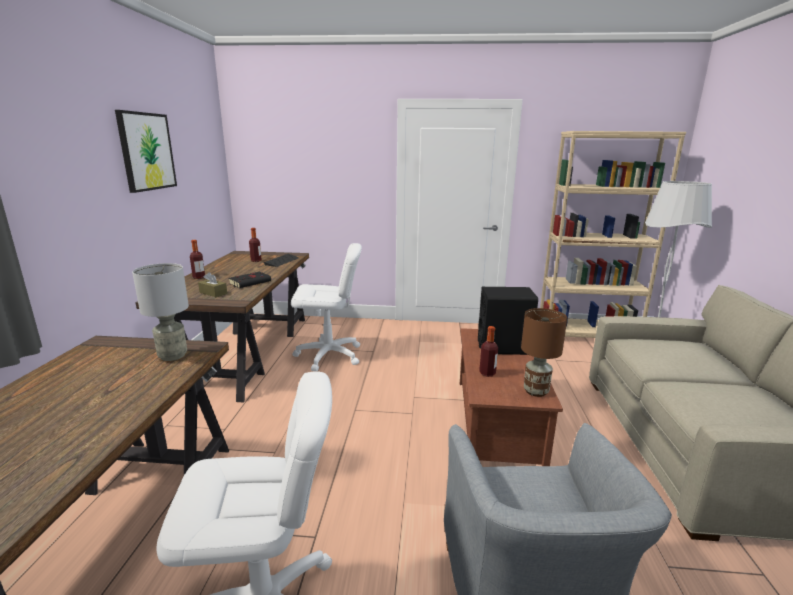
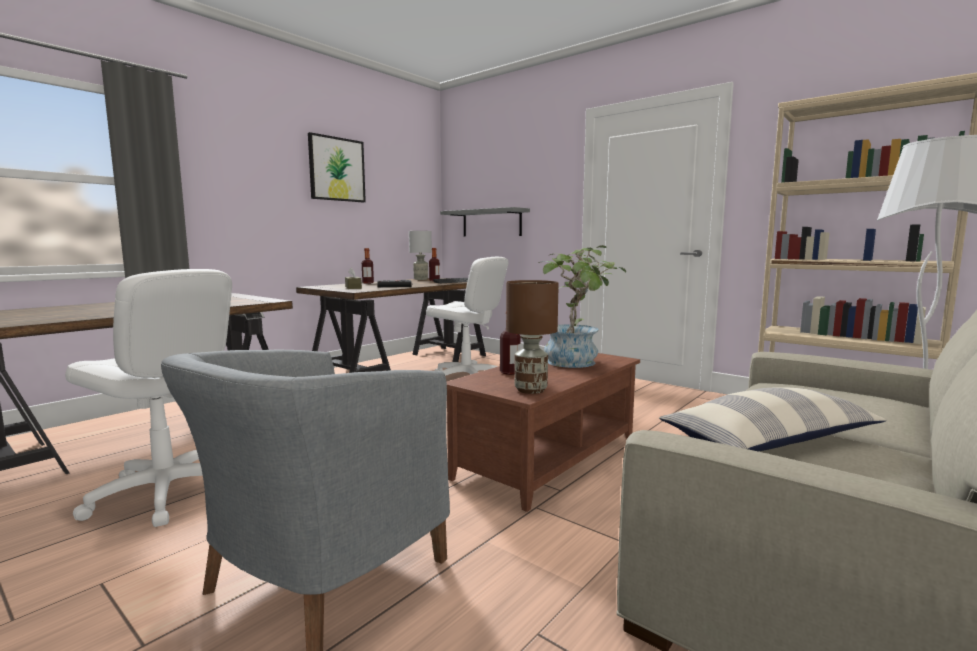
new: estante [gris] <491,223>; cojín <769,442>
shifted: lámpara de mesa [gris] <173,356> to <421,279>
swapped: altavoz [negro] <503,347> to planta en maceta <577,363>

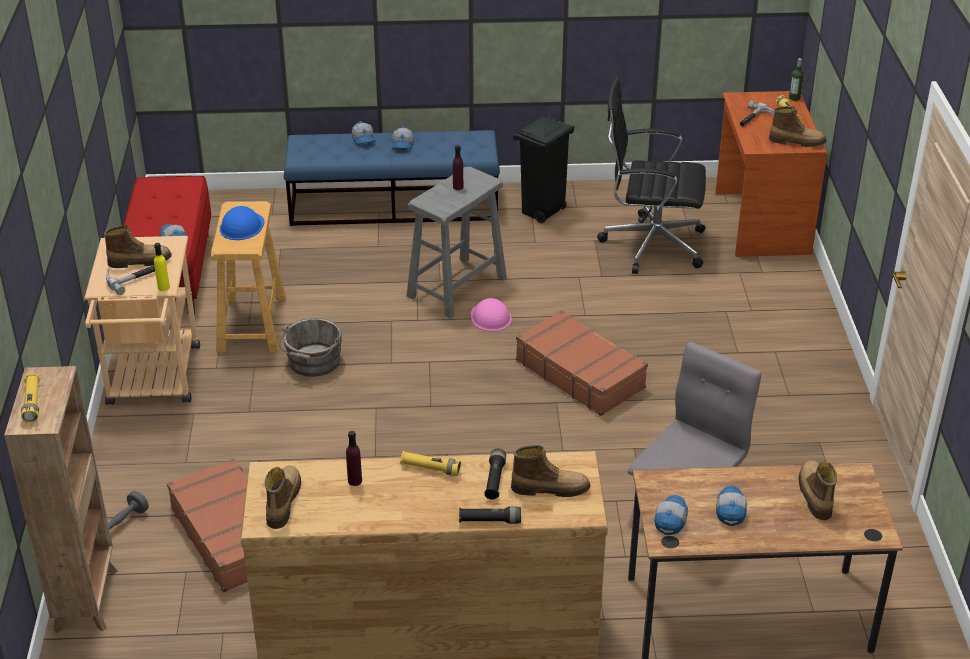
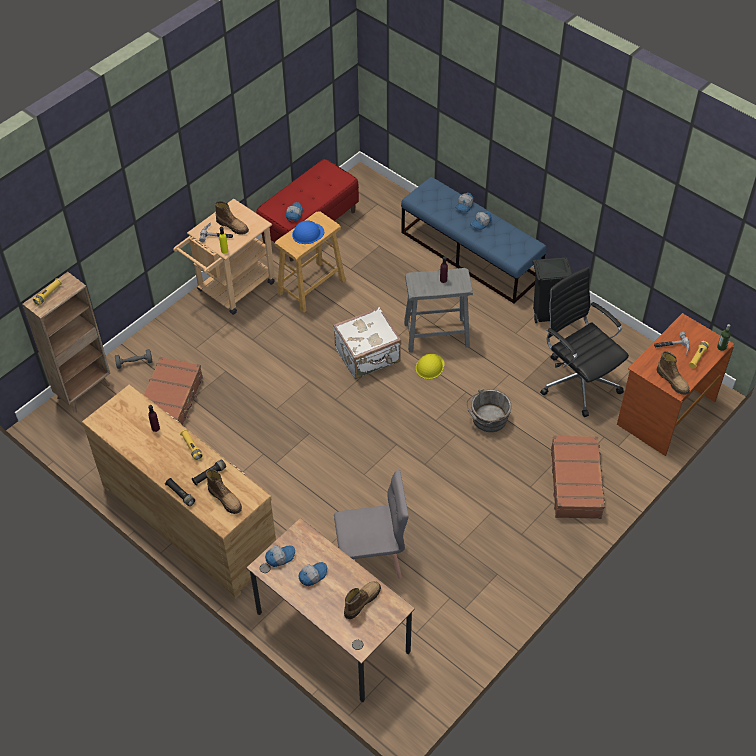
gone: bota <282,502>
new: maleta [blanco] <368,356>
shifted: cubo [gris] <313,363> to <487,419>; maleta [marrón] <580,373> to <576,482>
repainted: casco [rosa] <490,317> to casco [amarillo] <430,366>

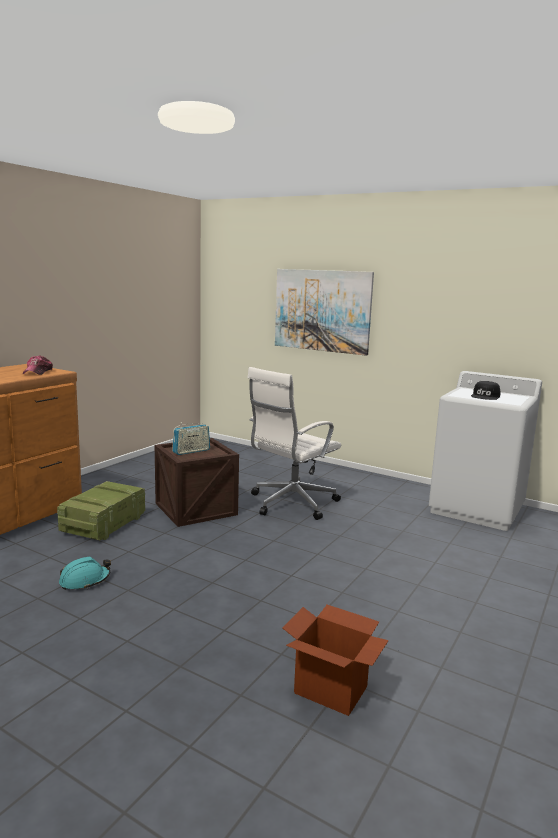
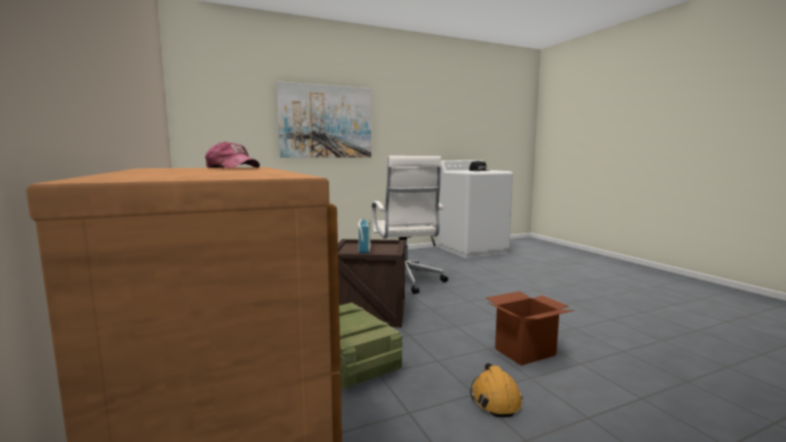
shifted: caja de cartón <331,690> to <525,352>
repainted: casco [turquesa] <84,581> to casco [naranja] <495,399>

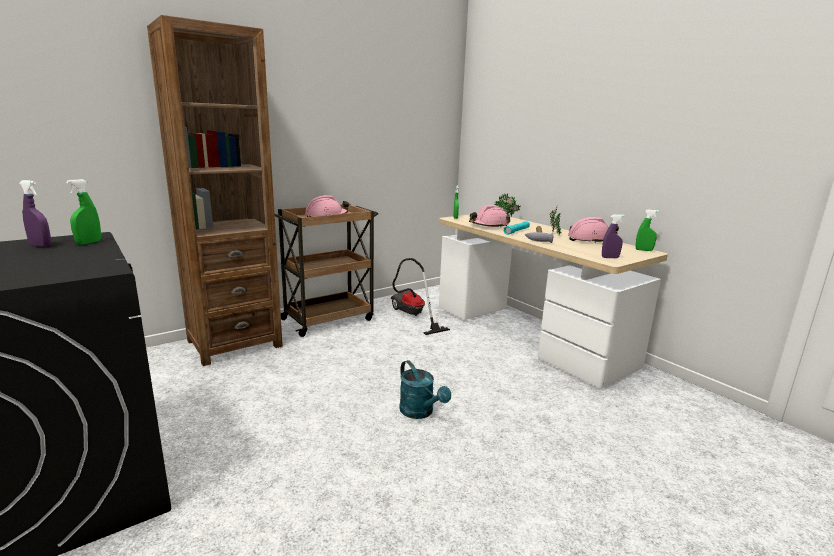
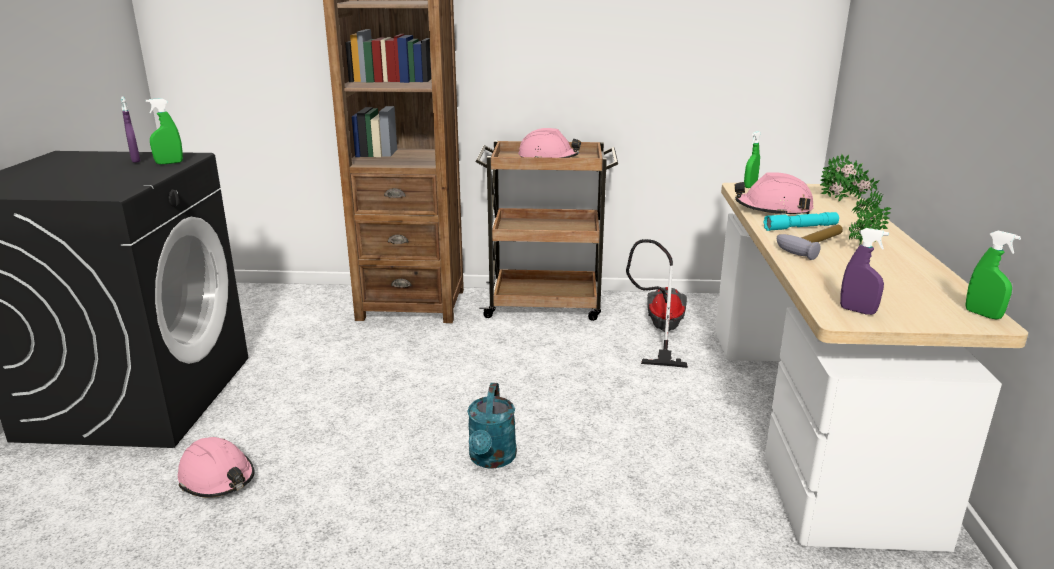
shifted: casco [rosa] <591,240> to <217,479>

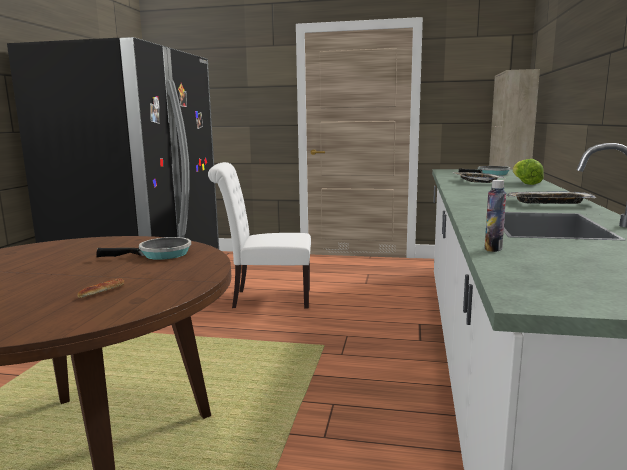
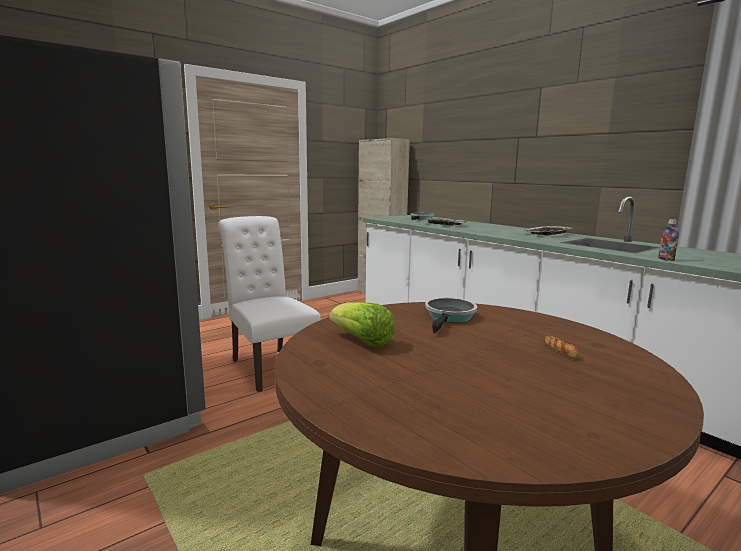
shifted: lechuga <525,183> to <362,342>
rotated: silla [blanco] <266,298> = <269,366> 105 degrees clockwise

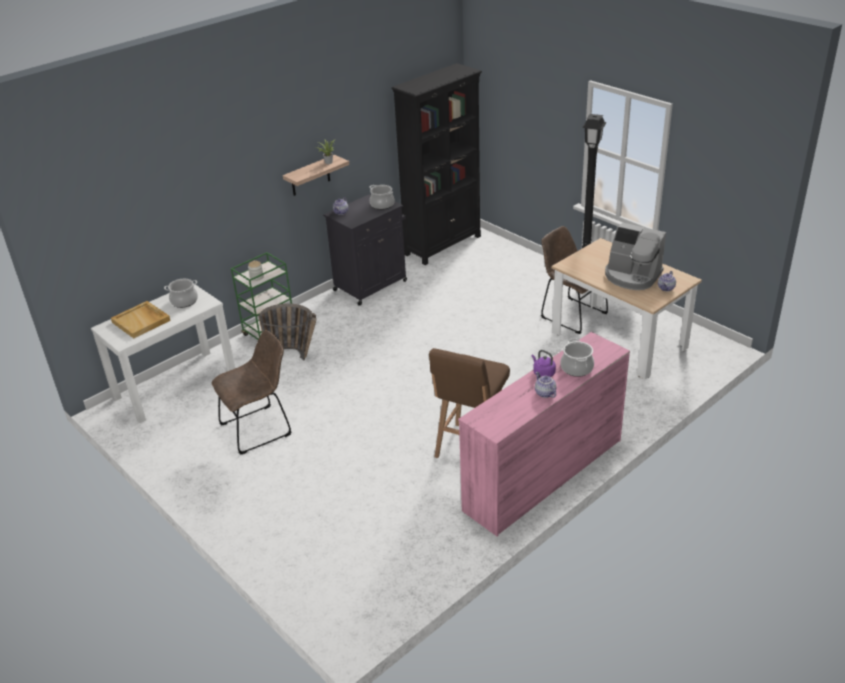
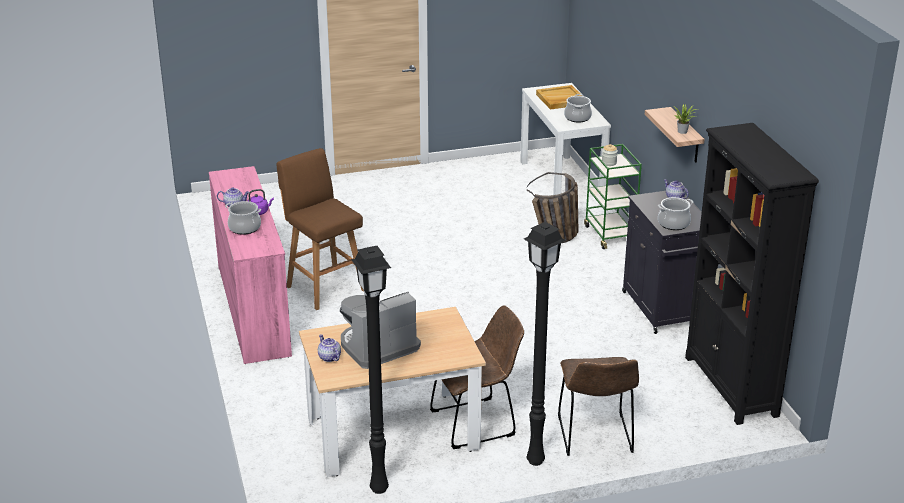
new: lámpara de pie [negro] <377,488>
shifted: silla [marrón] <259,428> to <595,437>

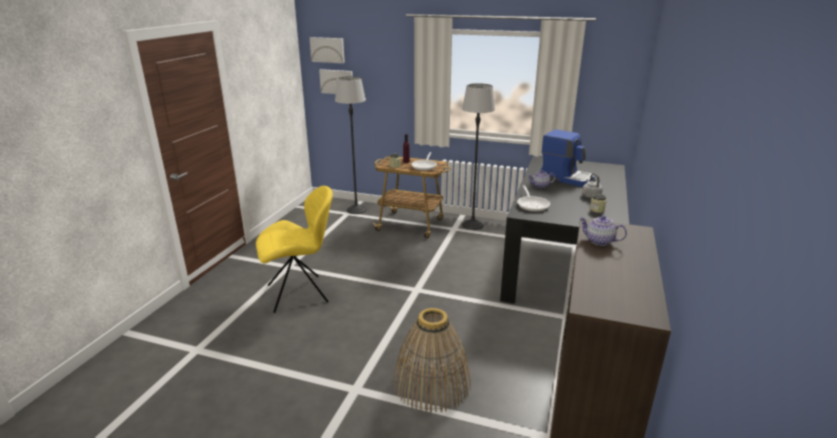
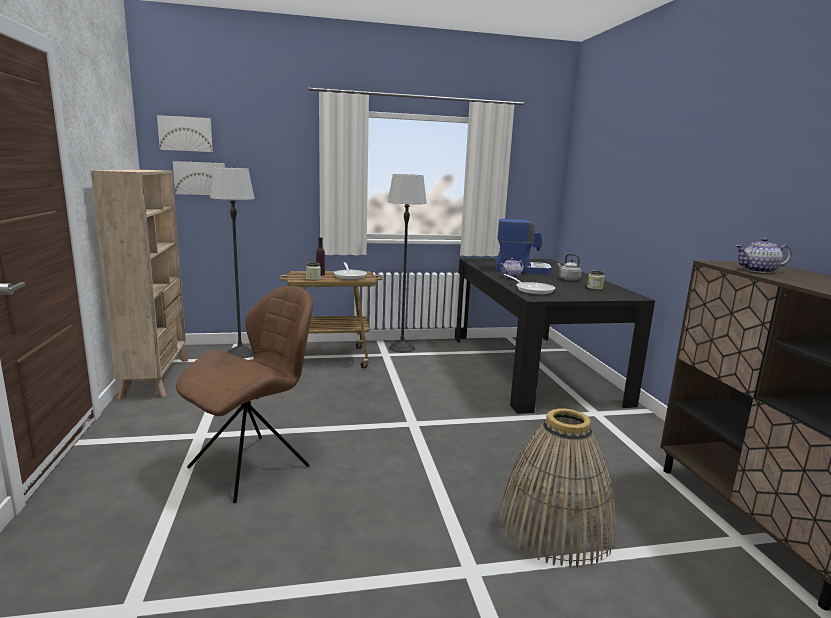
new: estantería [beis] <156,377>
repainted: silla [amarillo] <300,293> to silla [marrón] <253,465>

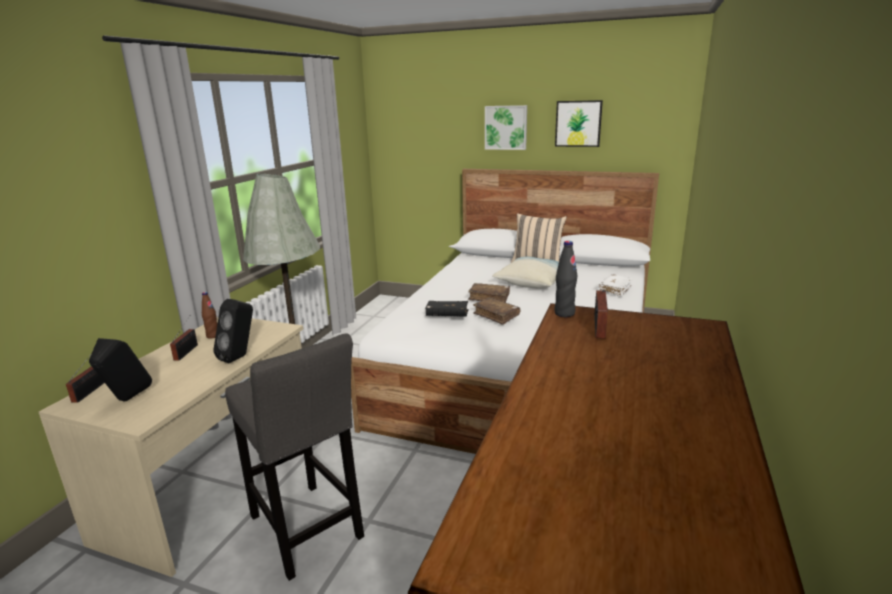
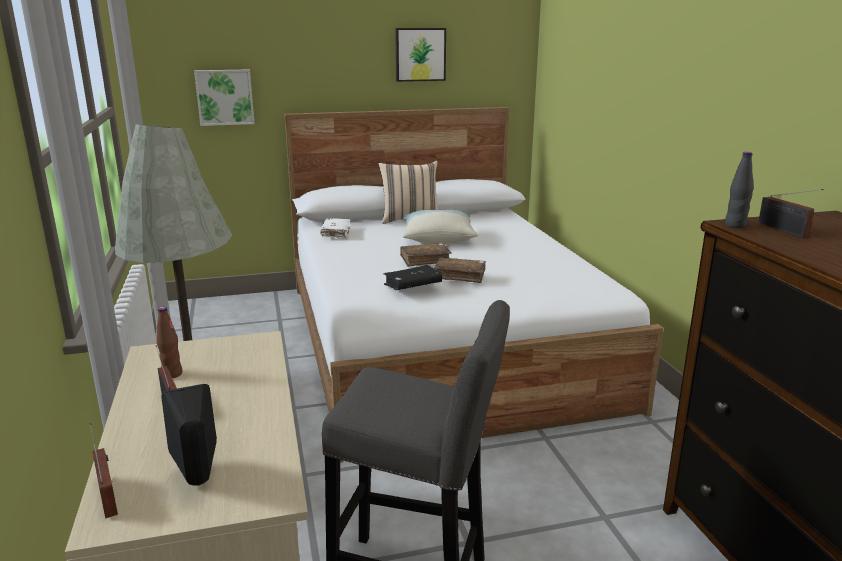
gone: altavoz [negro] <240,357>
shifted: cuadro <506,127> to <225,97>; libro [blanco] <615,289> to <336,234>

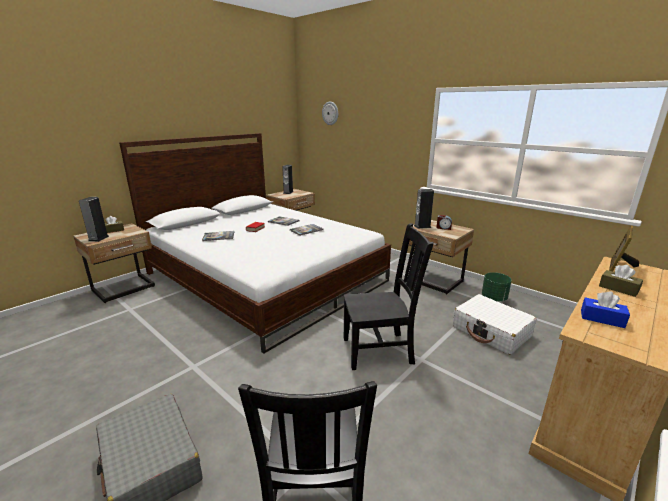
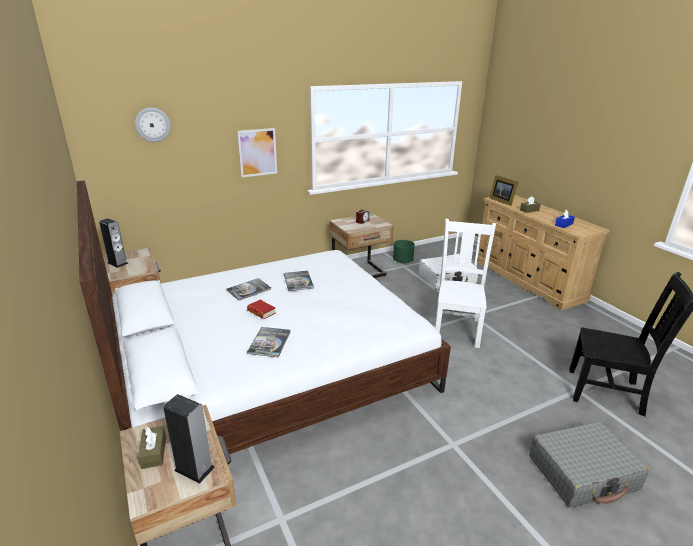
gone: altavoz <422,226>
new: cuadro <257,152>
repainted: silla [negro] <380,350> to silla [blanco] <457,329>

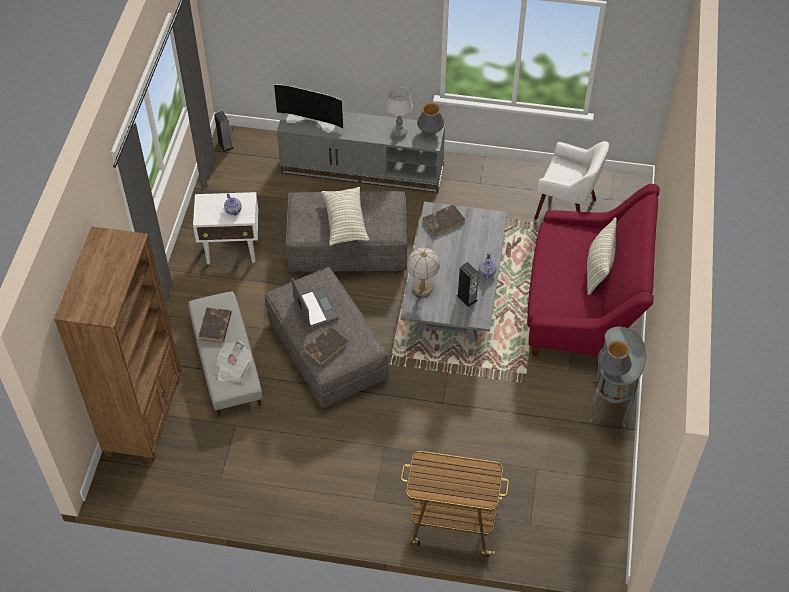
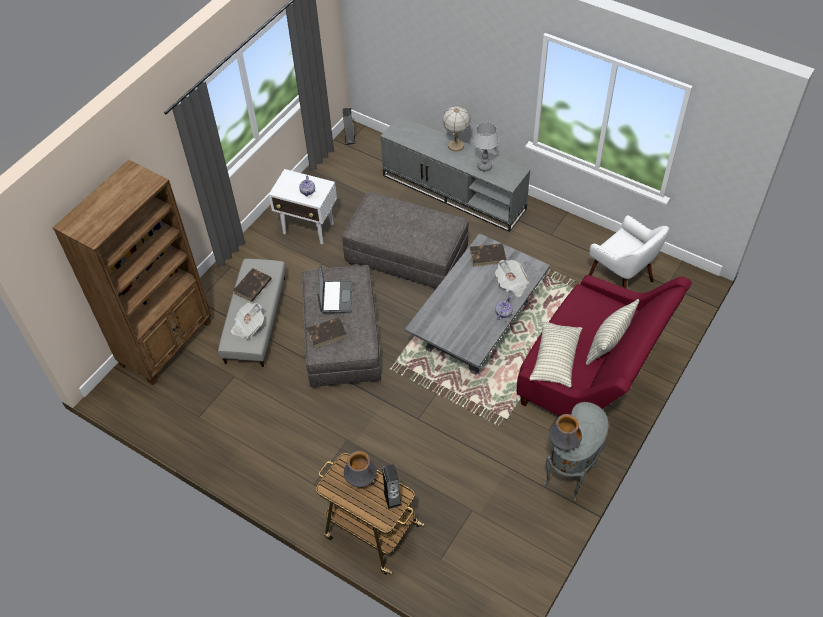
gone: televisor <312,120>
new: periódico <511,284>
shifted: florero <430,132> to <361,479>; altavoz <467,298> to <392,498>; lámpara de mesa <422,288> to <456,145>; cojín <345,222> to <555,359>

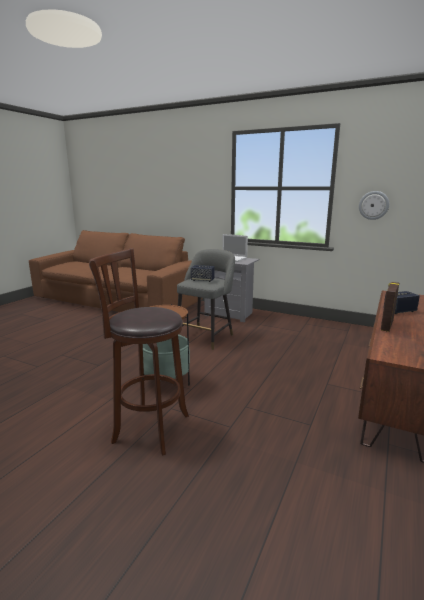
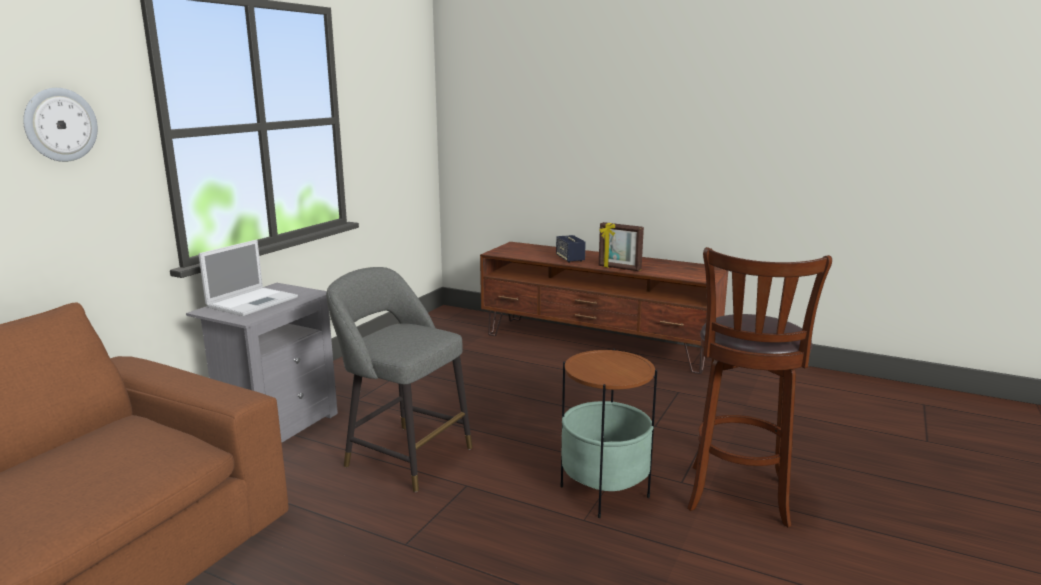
gone: altavoz <202,280>
shifted: reloj de pared <373,205> to <60,125>

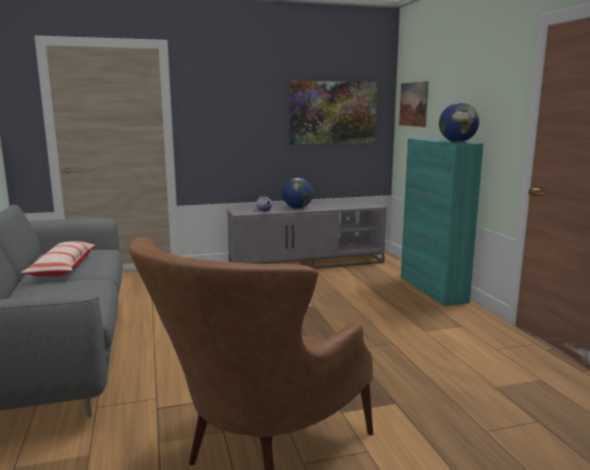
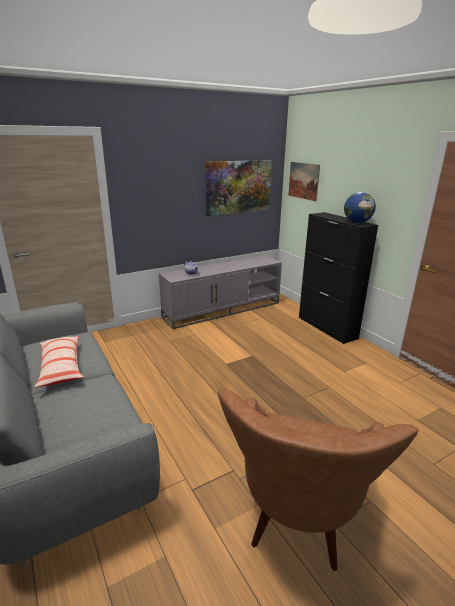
gone: globo terráqueo <297,208>
repainted: armario [turquesa] <432,289> to armario [negro] <327,327>

